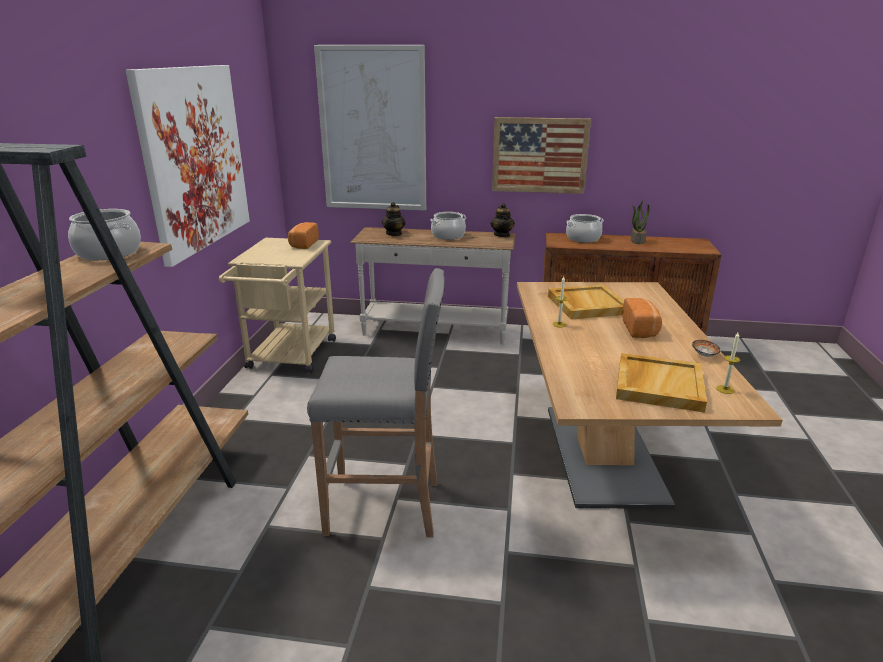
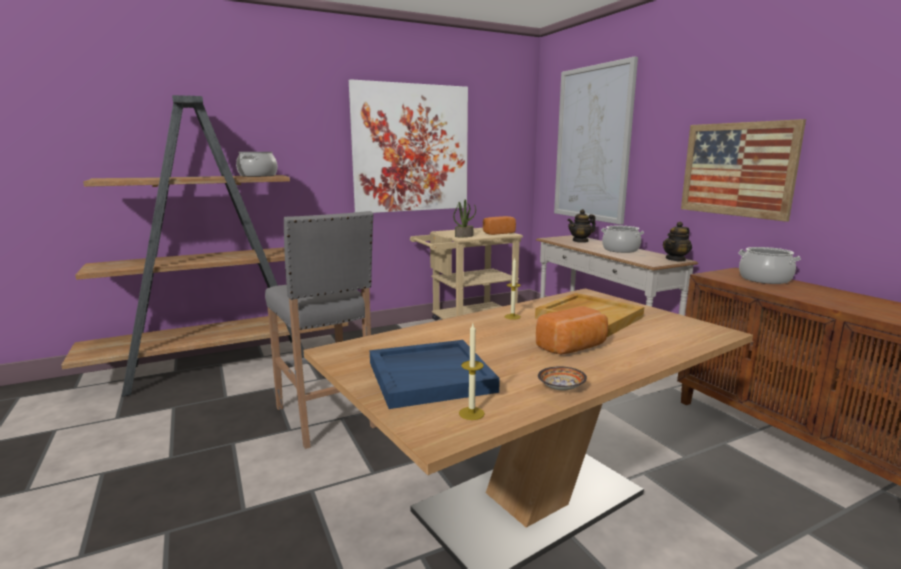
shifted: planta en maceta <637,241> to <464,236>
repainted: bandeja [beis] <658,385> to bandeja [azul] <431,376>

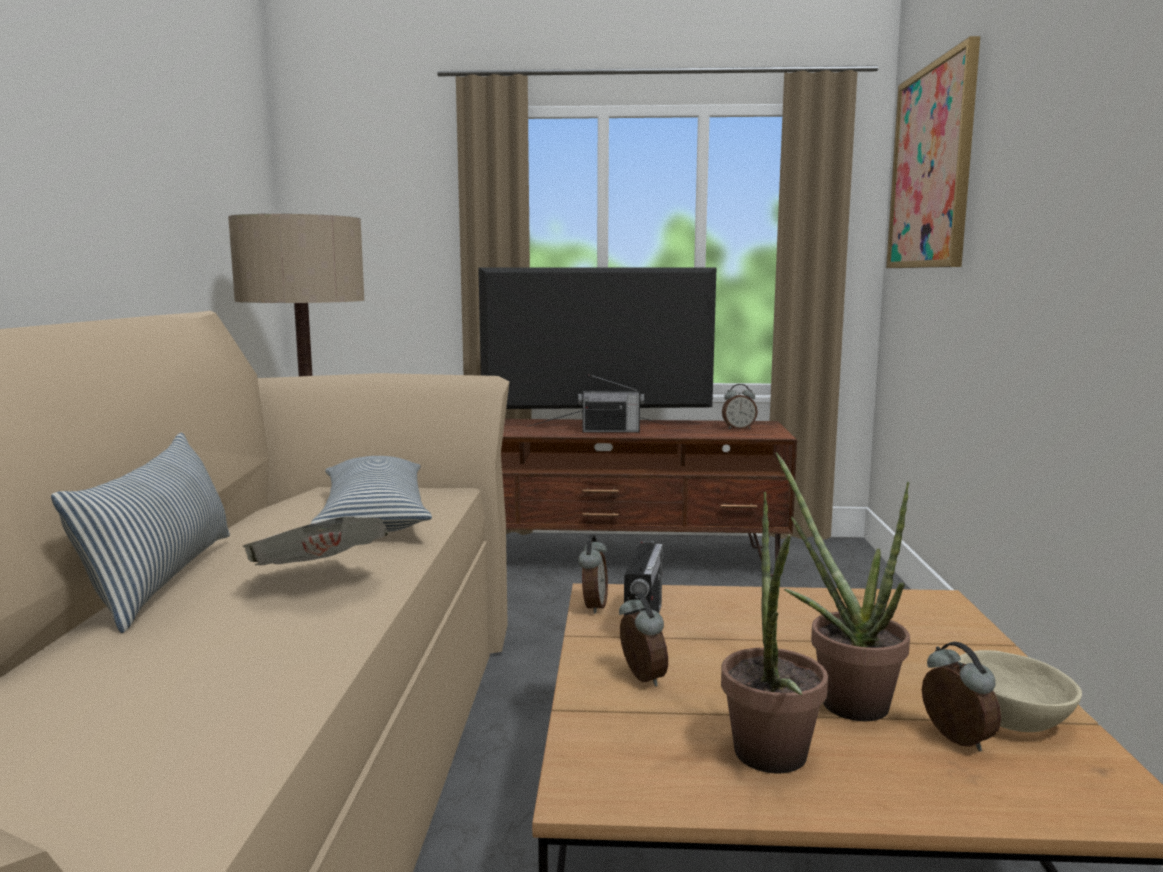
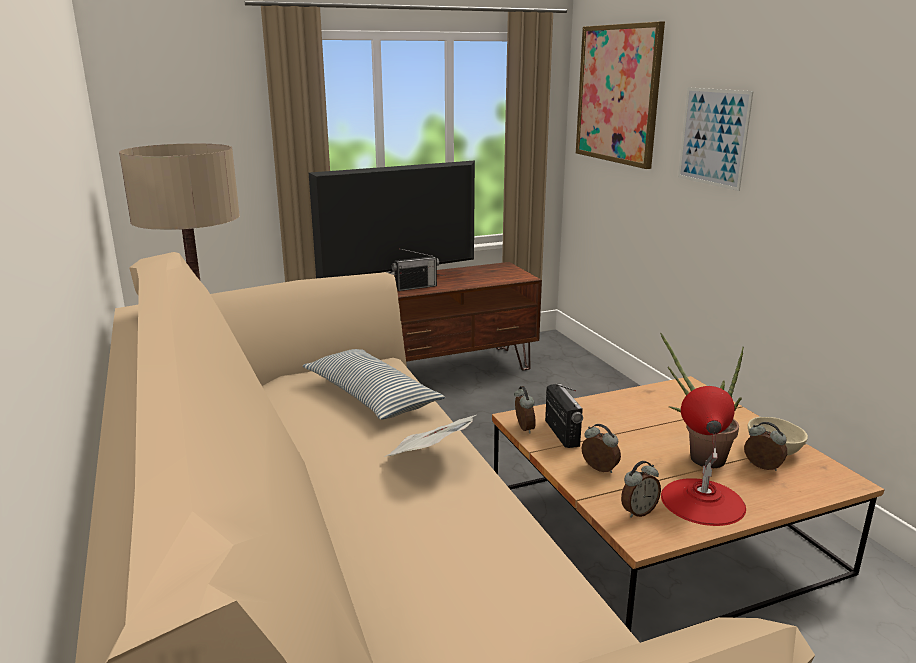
gone: cojín <163,578>
new: cuadro <713,137>
shifted: despertador <738,428> to <638,512>
swapped: planta en maceta <770,763> to lámpara de mesa [rojo] <702,501>

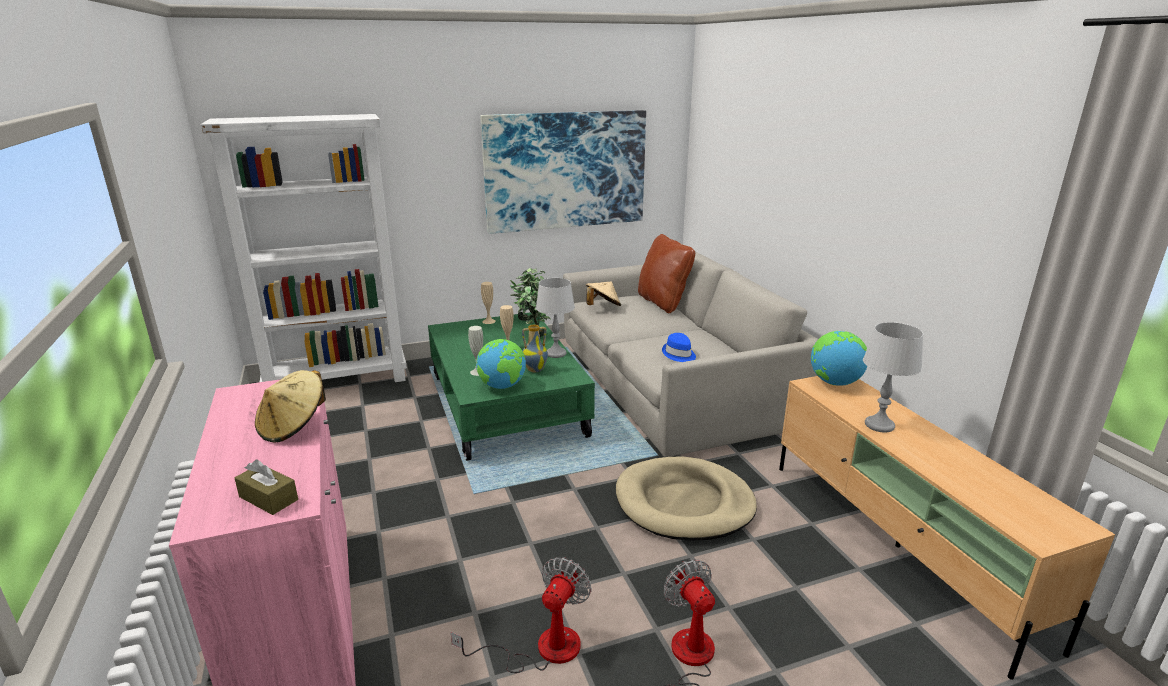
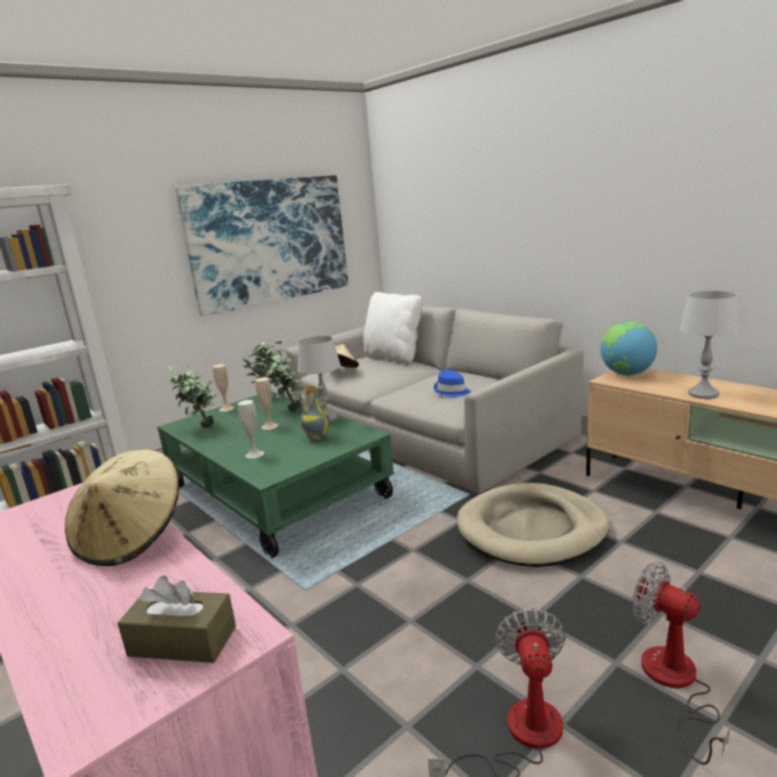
gone: globo terráqueo <502,386>
new: planta en maceta <199,428>
repainted: cojín [marrón] <663,303> to cojín [blanco] <394,357>

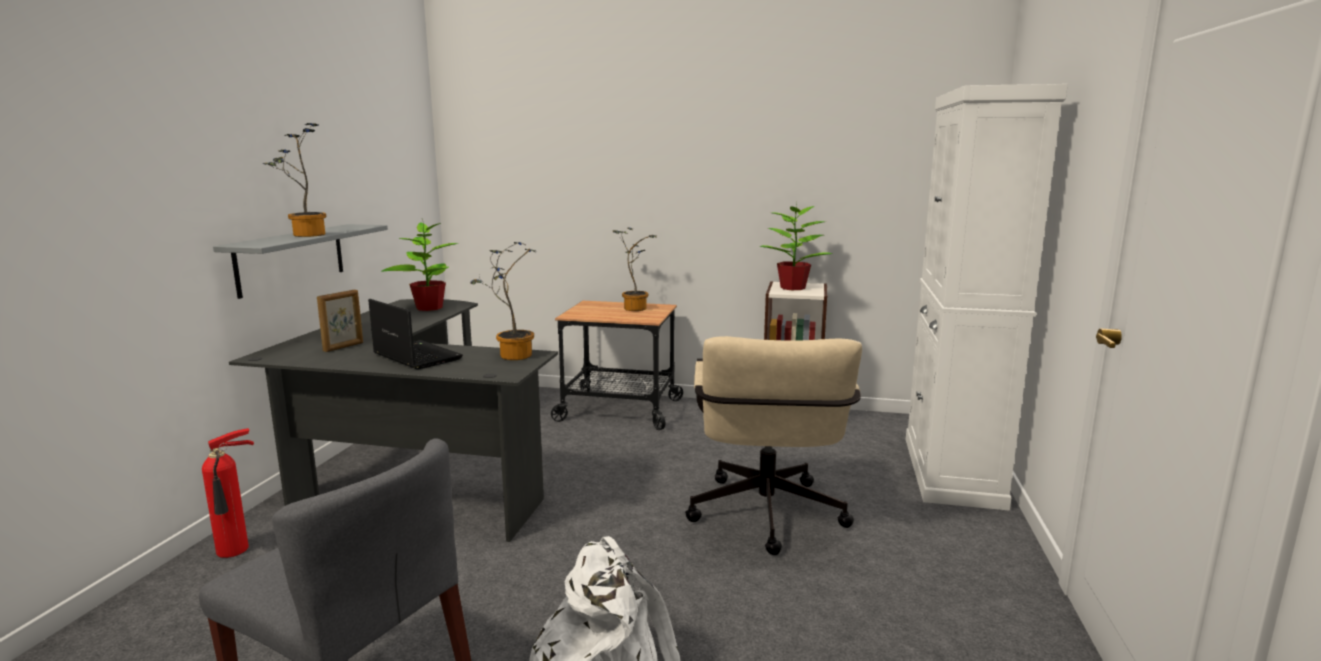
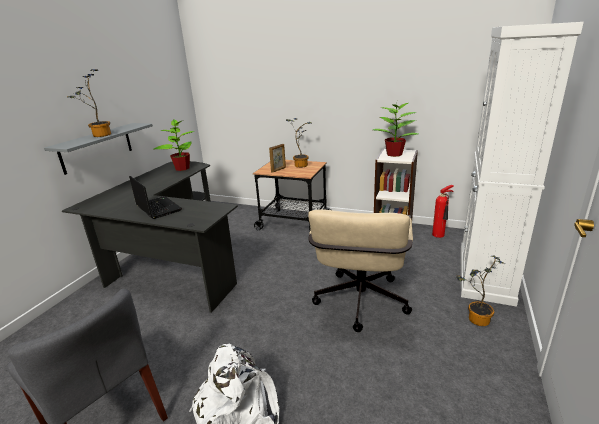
shifted: portarretratos <344,347> to <278,170>; extintor <236,550> to <439,235>; planta en maceta <511,355> to <475,319>

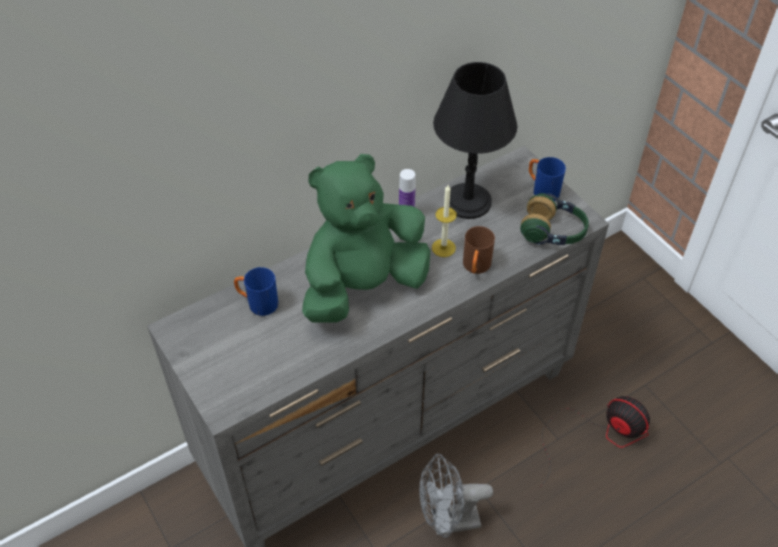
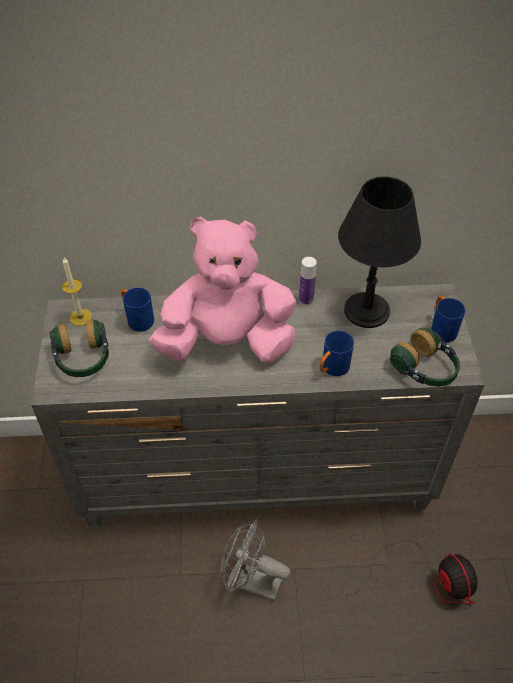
new: auriculares <83,359>
shifted: vela <443,248> to <80,317>
repainted: peluche [verde] <363,286> to peluche [rosa] <227,342>; taza grande [marrón] <475,268> to taza grande [azul] <332,369>

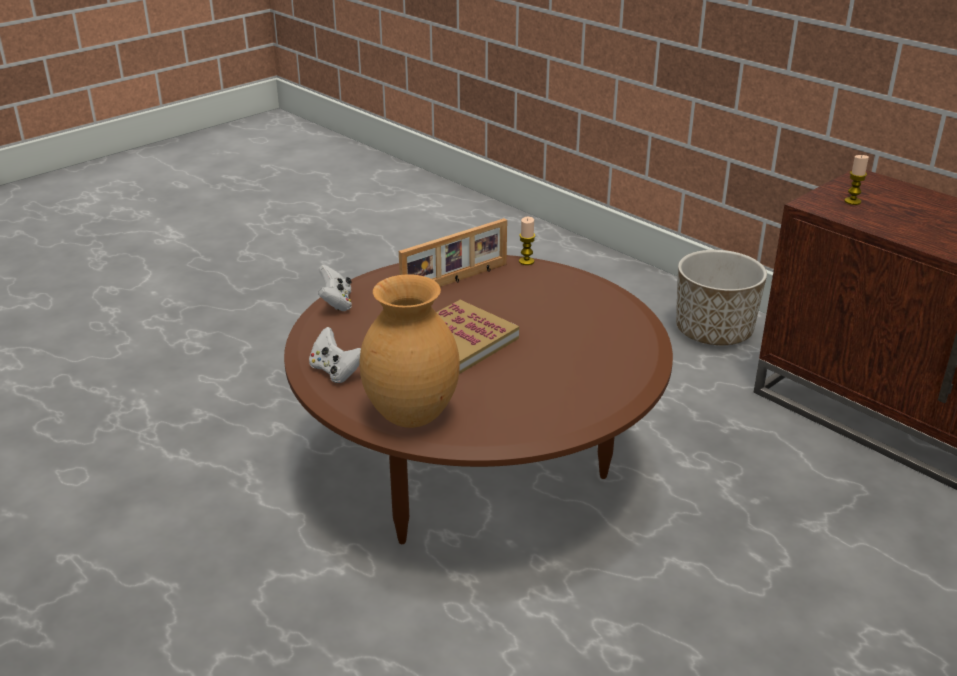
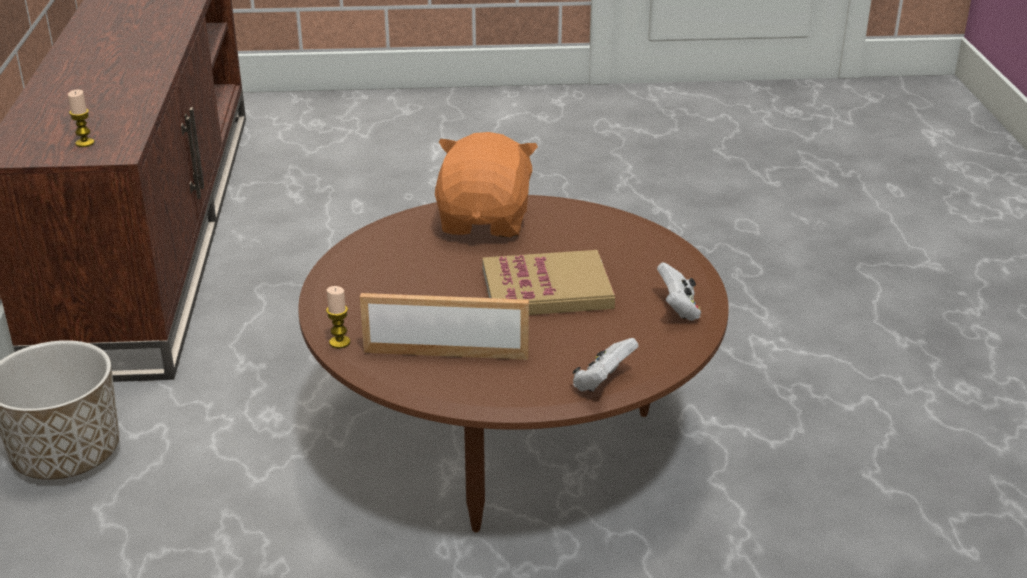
gone: florero [marrón] <411,417>
new: peluche [naranja] <485,221>

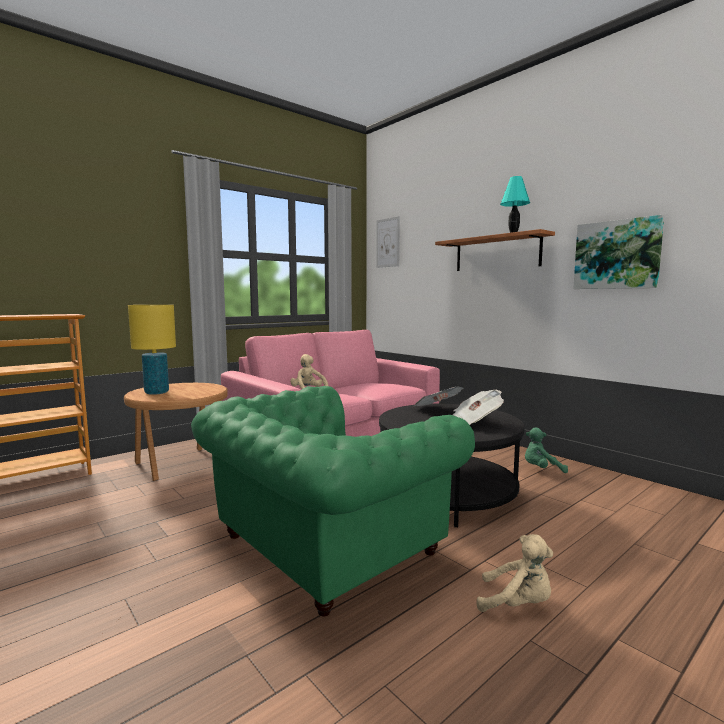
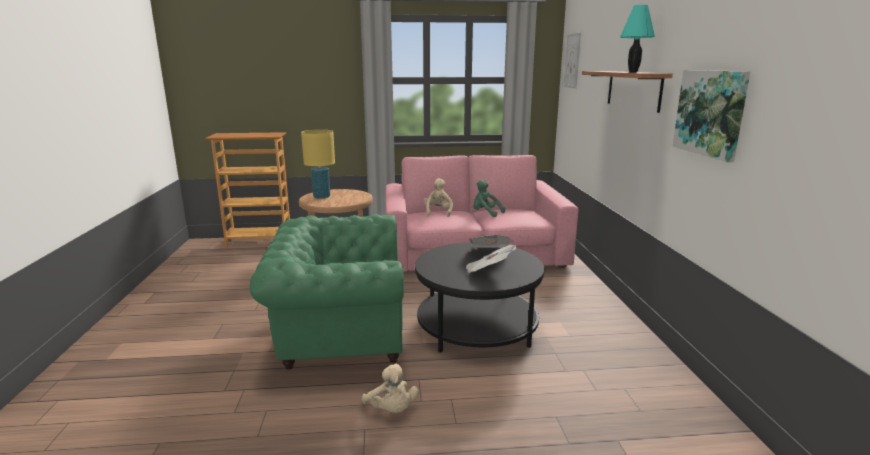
shifted: peluche [verde] <541,469> to <485,213>

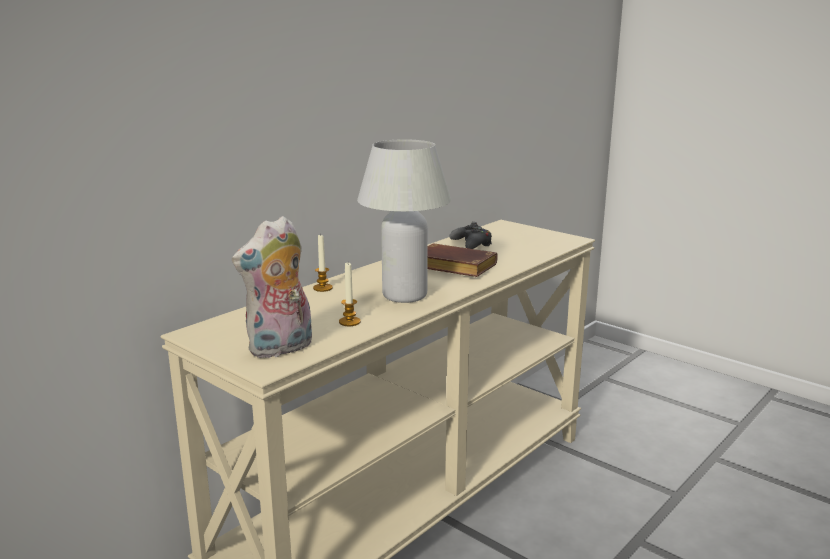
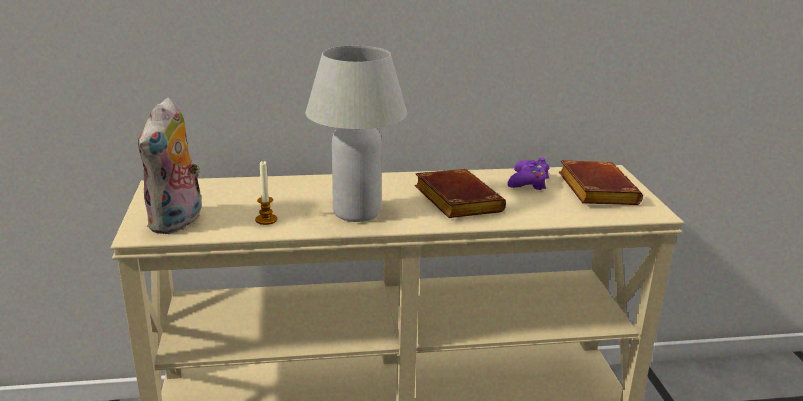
gone: vela <322,288>
new: libro [marrón] <594,190>
repainted: mando de consola [negro] <471,244> to mando de consola [morado] <528,182>
rotated: peluche <281,349> = <177,222> 75 degrees counterclockwise

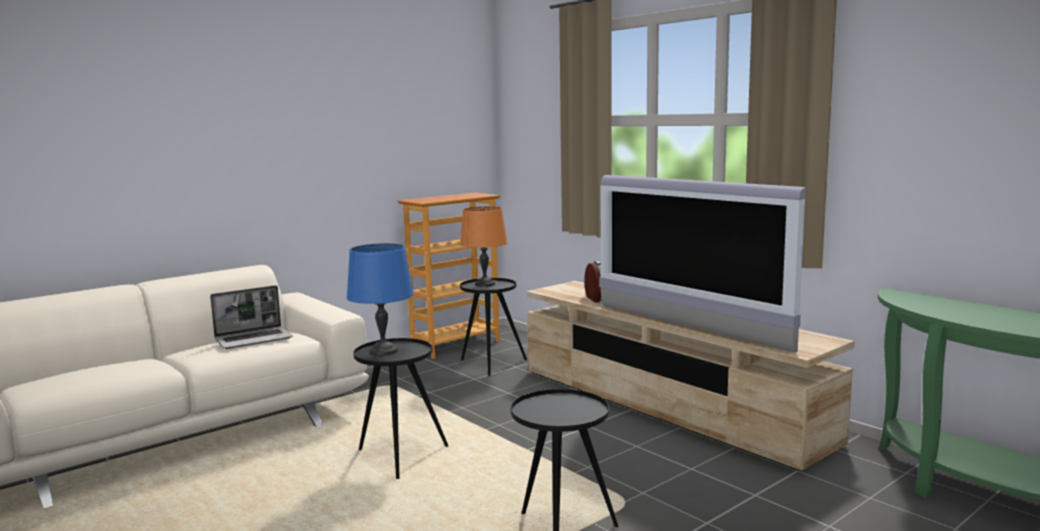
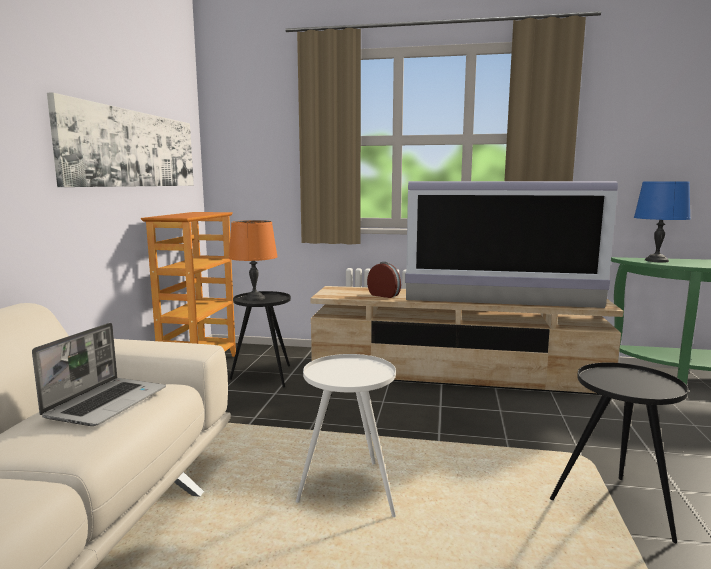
new: cuadro <133,149>
shifted: lámpara de mesa [azul] <382,351> to <656,260>
repainted: mesa auxiliar [negro] <399,457> to mesa auxiliar [blanco] <349,493>

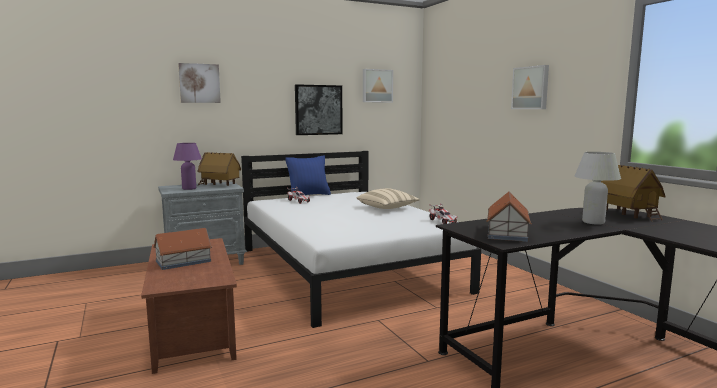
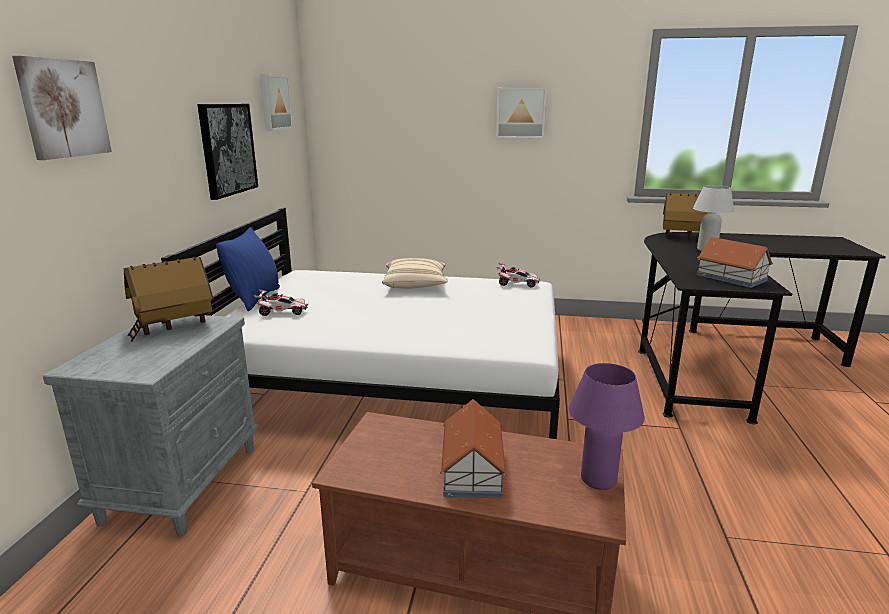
shifted: lámpara de mesa [morado] <189,188> to <598,479>

